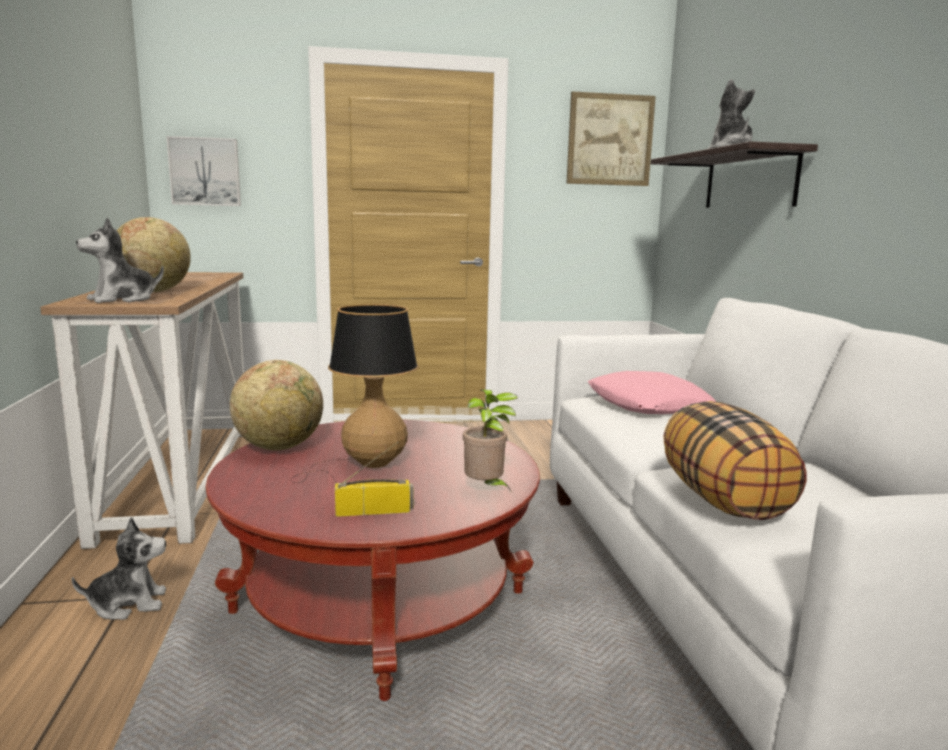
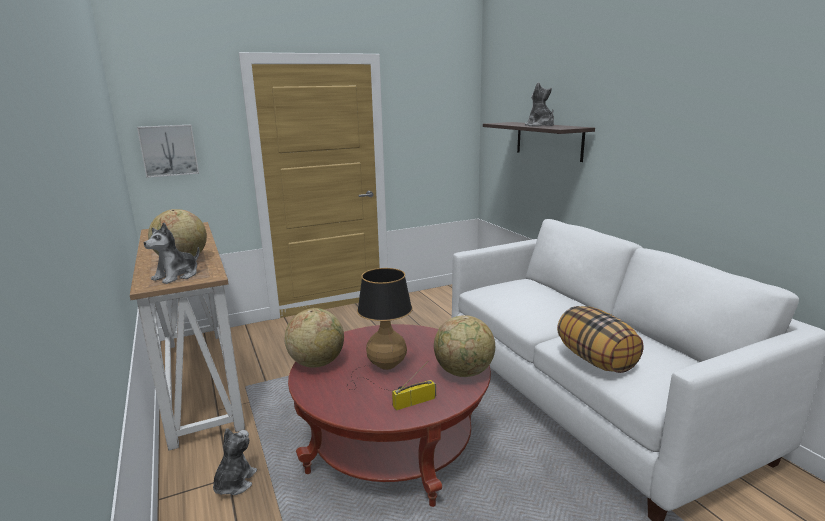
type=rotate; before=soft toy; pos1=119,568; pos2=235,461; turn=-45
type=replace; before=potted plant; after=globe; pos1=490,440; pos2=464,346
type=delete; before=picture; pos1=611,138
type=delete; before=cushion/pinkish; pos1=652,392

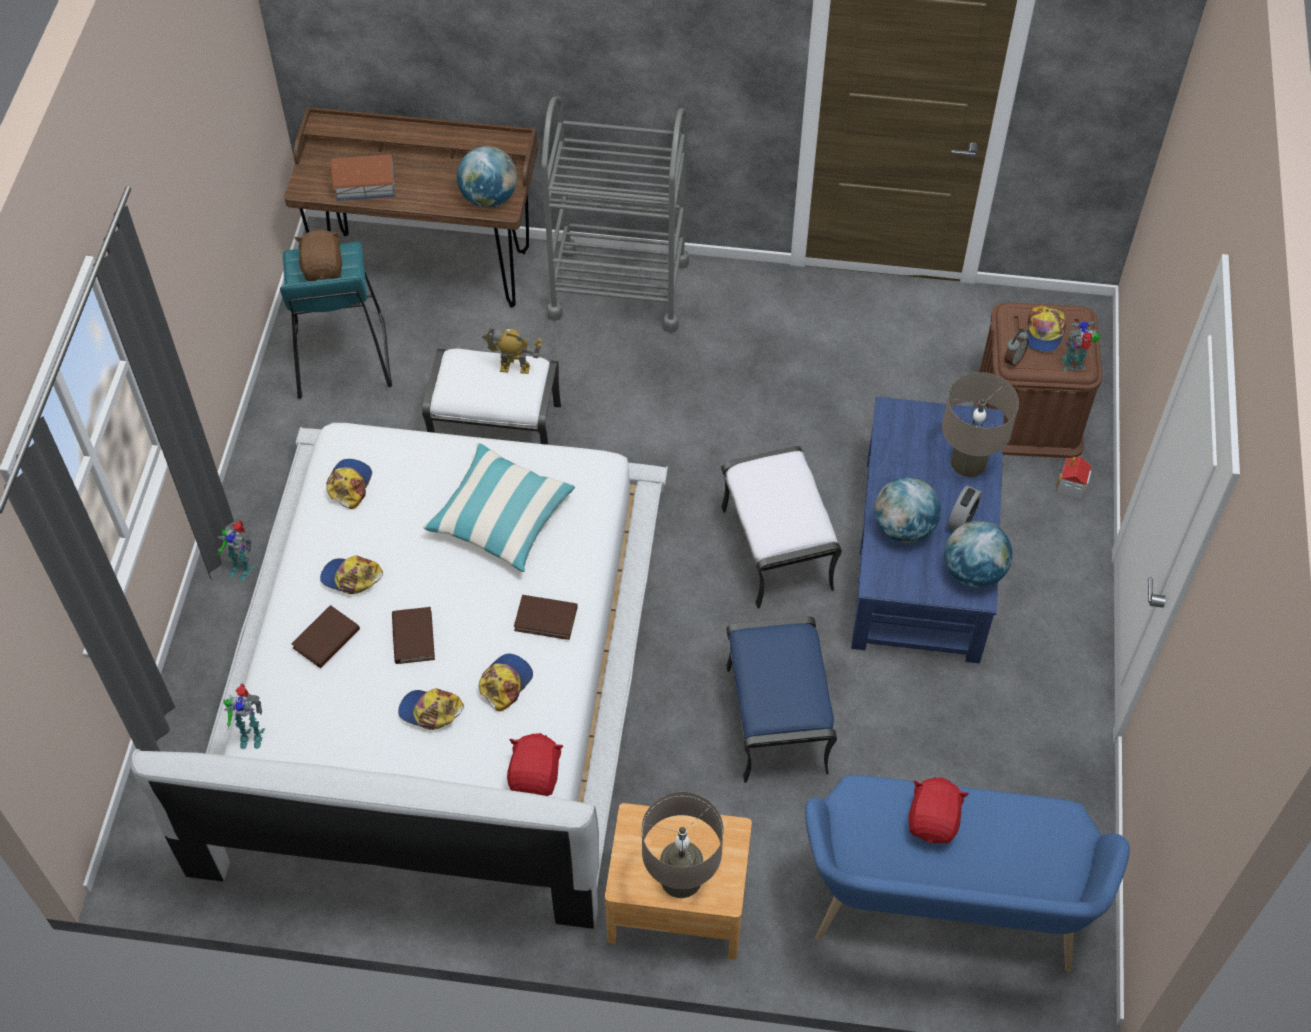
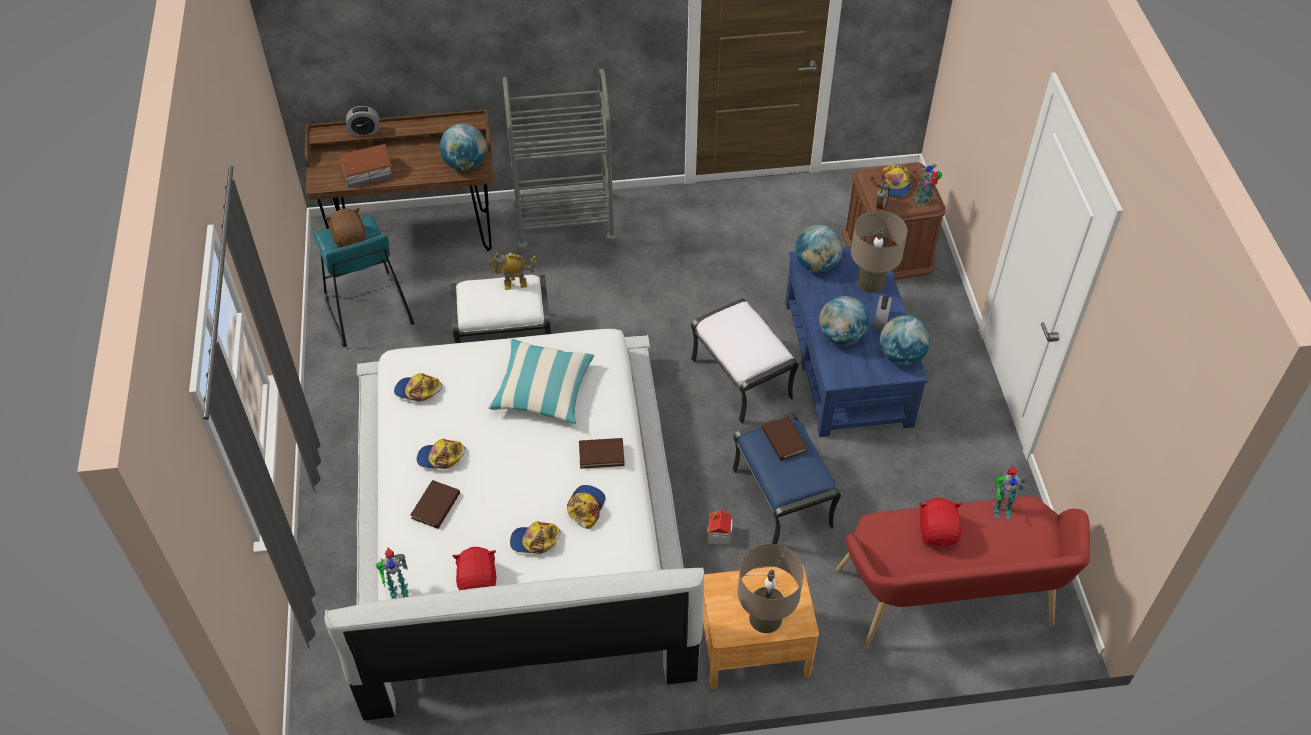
type=insert; after=alarm clock; pos2=363,121
type=rotate; before=peaked cap; pos1=349,484; pos2=418,387; turn=-75
type=move; before=soft toy/red-coloured; pos1=535,764; pos2=474,568
type=move; before=model house; pos1=1073,477; pos2=719,527
type=move; before=volume/brown; pos1=413,635; pos2=784,438
type=insert; after=globe; pos2=819,248
type=recolor; before=long seat/bluish; after=long seat/red-coloured; pos1=967,873; pos2=963,572
type=move; before=robot figure; pos1=235,551; pos2=1010,492

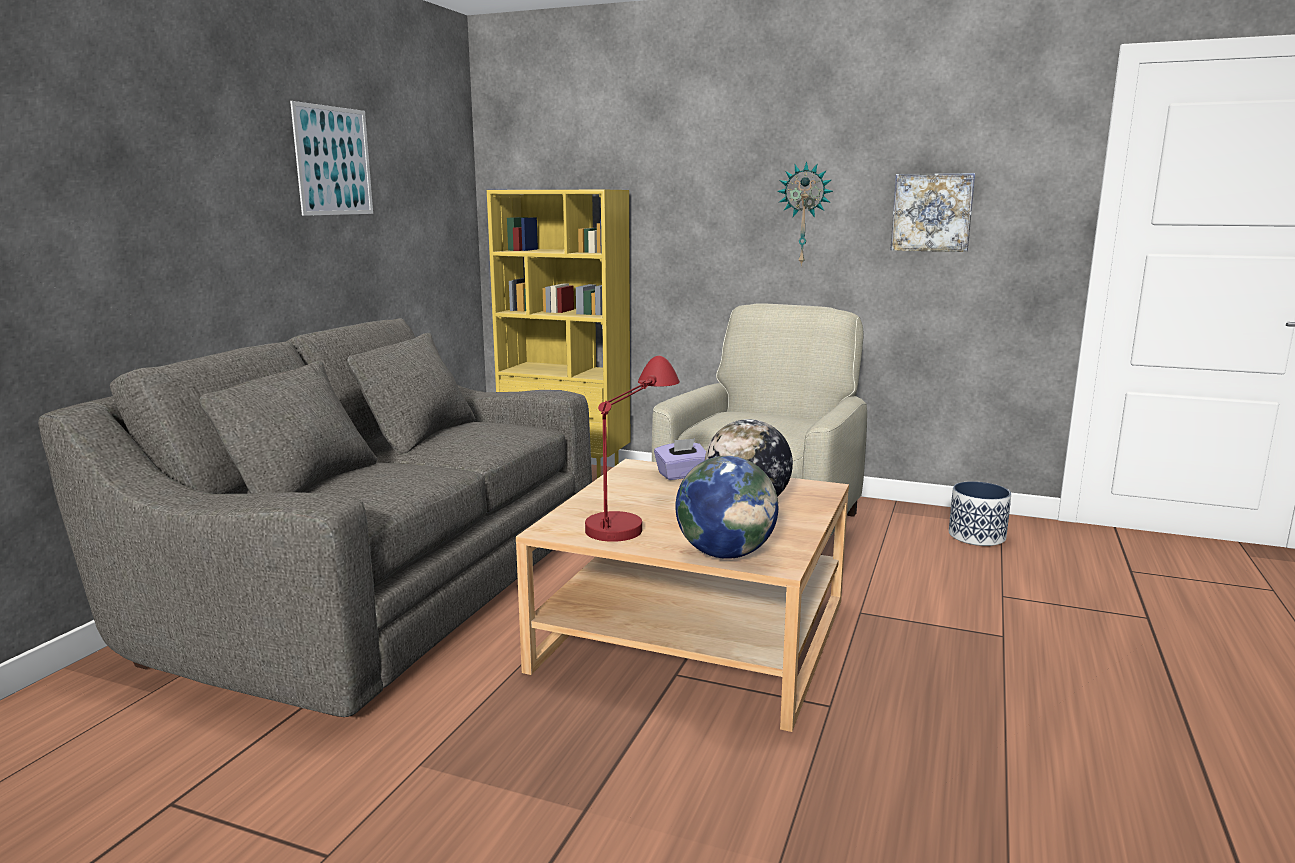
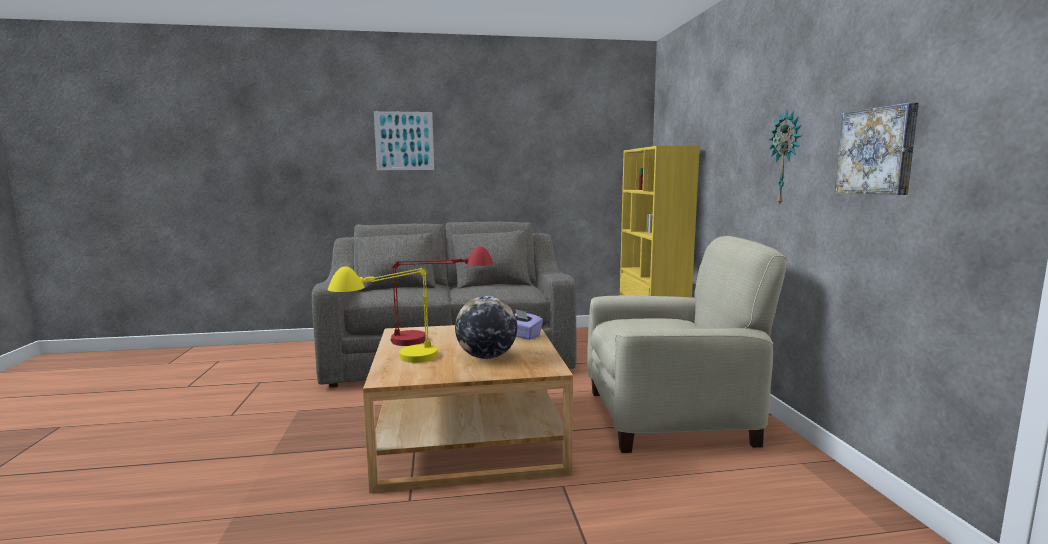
type=replace; before=globe; after=lamp for a table/yellowish; pos1=727,507; pos2=383,314
type=move; before=picture; pos1=331,158; pos2=404,140
type=delete; before=plant pot; pos1=980,513

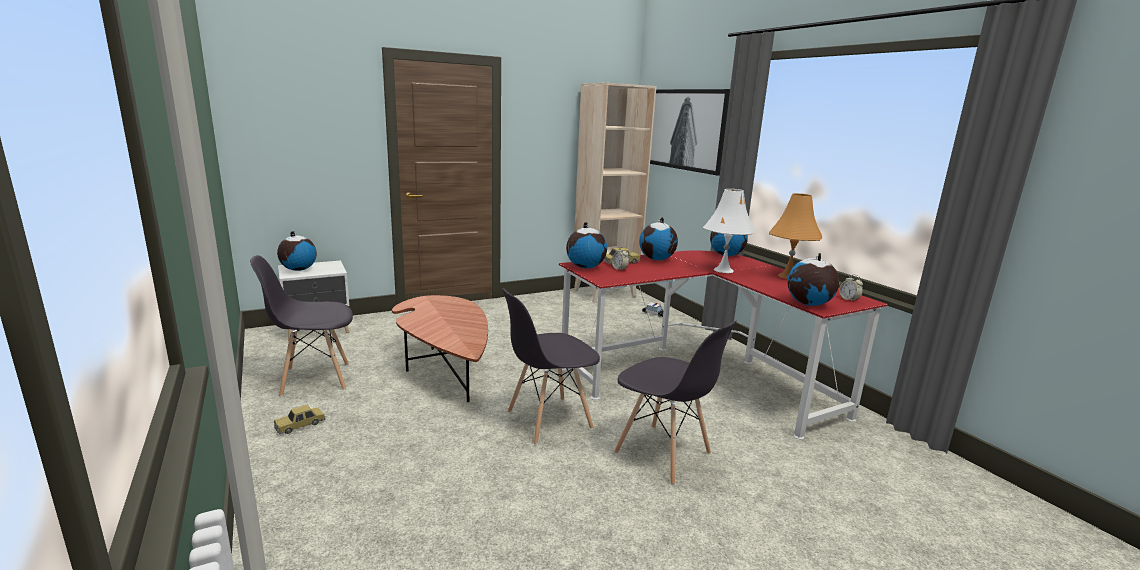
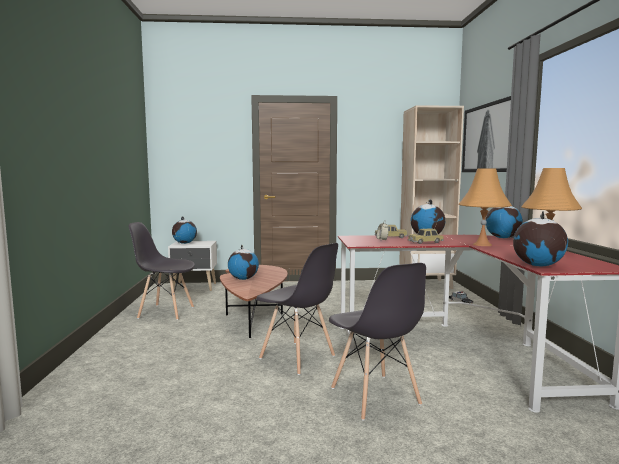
type=move; before=globe; pos1=586,245; pos2=243,262
type=rotate; before=plain chair/gray; pos1=551,366; pos2=297,309; turn=-135
type=move; before=model car; pos1=299,419; pos2=426,236
type=recolor; before=lamp for a table/white-coloured; after=lamp for a table/orange; pos1=729,231; pos2=485,207
type=delete; before=alarm clock; pos1=851,288

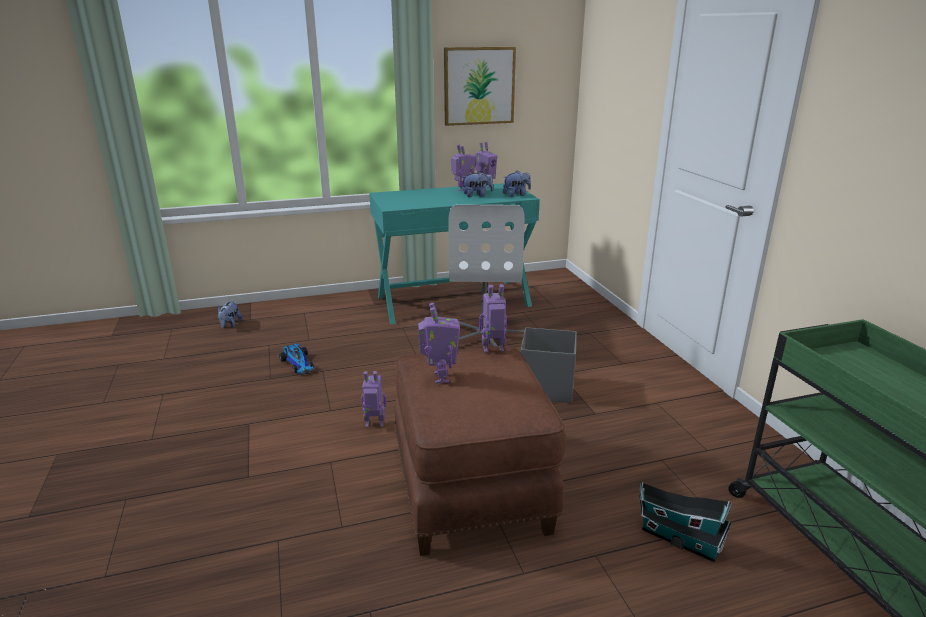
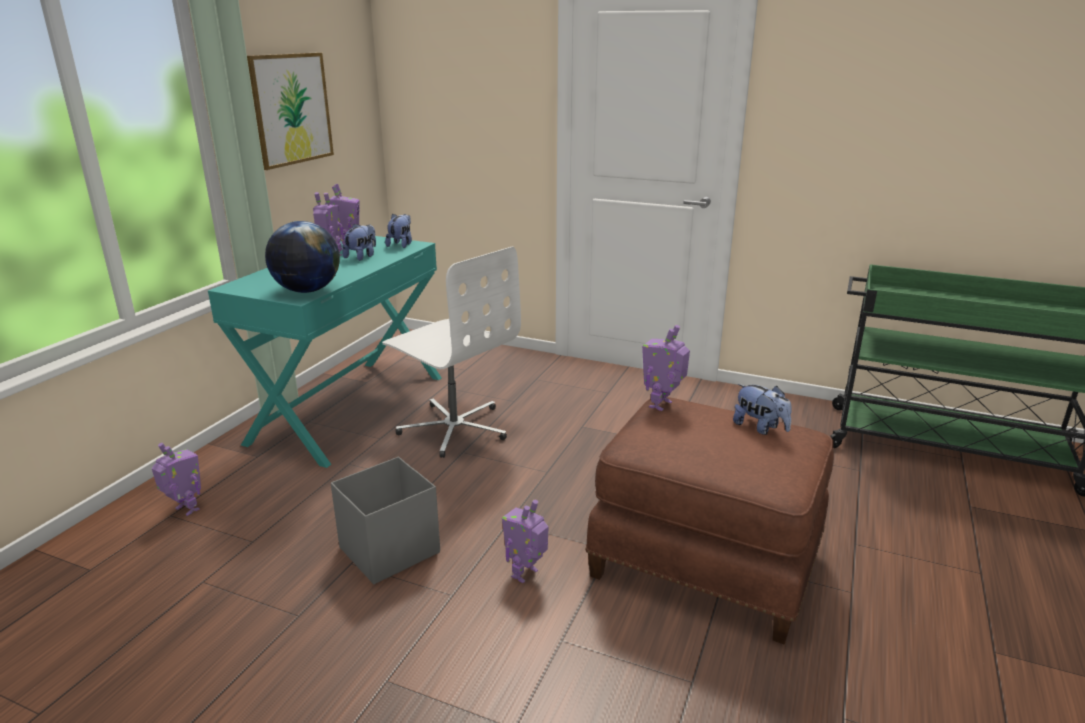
type=move; before=robot figure; pos1=439,343; pos2=176,479
type=insert; after=globe; pos2=302,257
type=move; before=storage bin/gray; pos1=549,365; pos2=385,520
type=move; before=soft toy; pos1=230,315; pos2=762,409
type=delete; before=model car; pos1=296,359
type=delete; before=model house; pos1=685,522

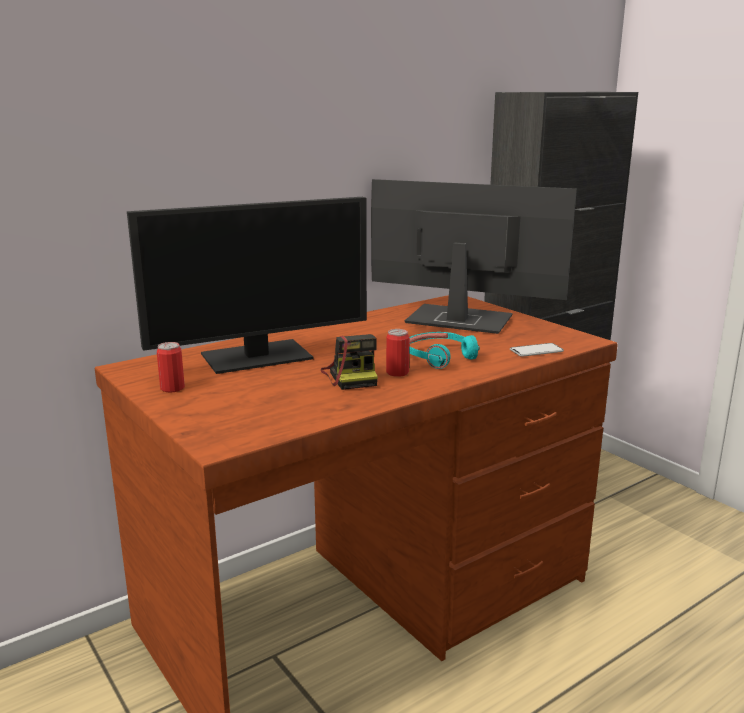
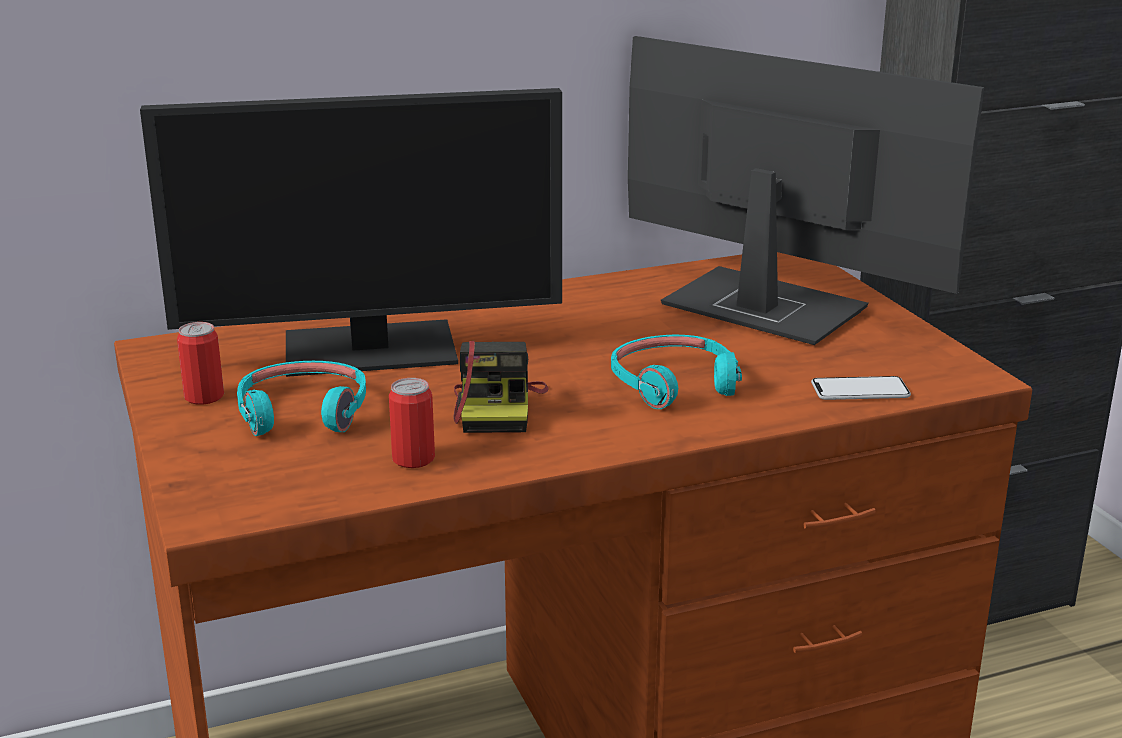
type=insert; after=pair of headphones/turquoise-coloured; pos2=301,398
type=move; before=sealed can; pos1=398,353; pos2=412,423

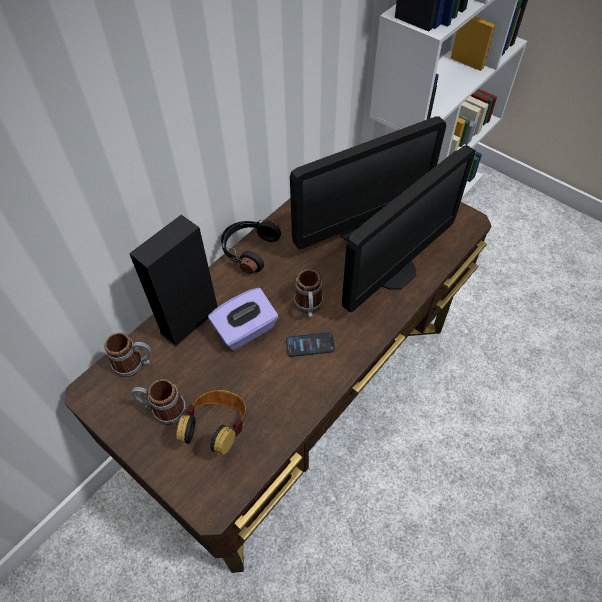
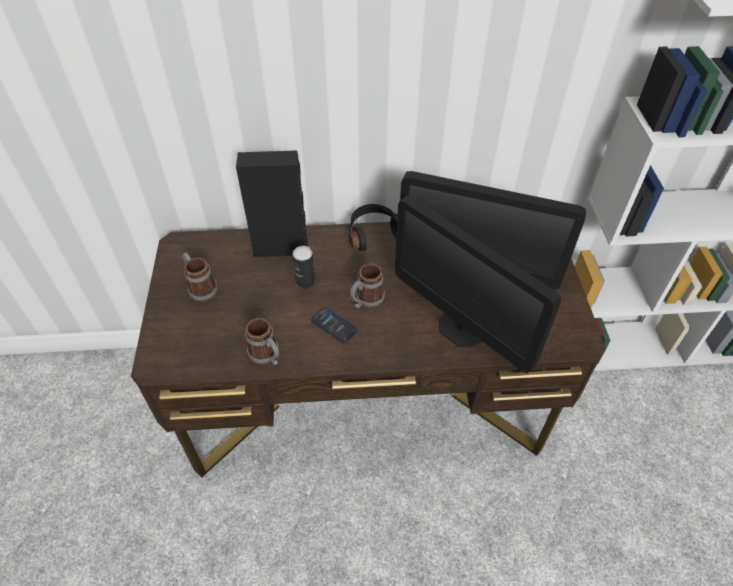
type=move; before=coffee mug; pos1=127,355; pos2=262,341
type=replace; before=box of tissues/purple; after=sealed can; pos1=243,319; pos2=304,267
type=rotate; before=computer display; pos1=408,229; pos2=478,284; turn=45
type=delete; before=pair of headphones; pos1=211,422

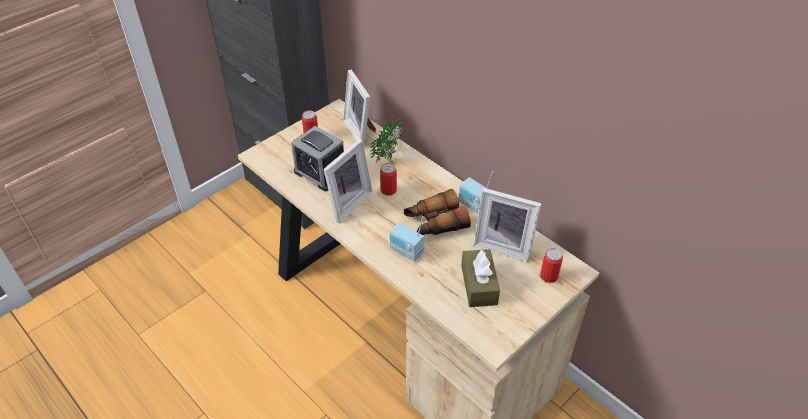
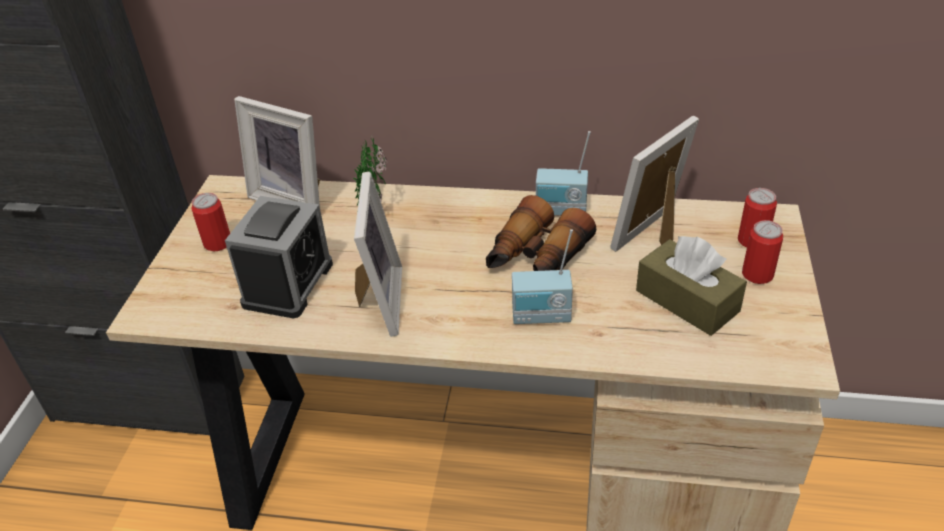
type=rotate; before=alarm clock; pos1=317,158; pos2=279,257; turn=-75
type=rotate; before=standing frame; pos1=508,225; pos2=654,184; turn=150
type=move; before=sealed can; pos1=388,179; pos2=762,252

